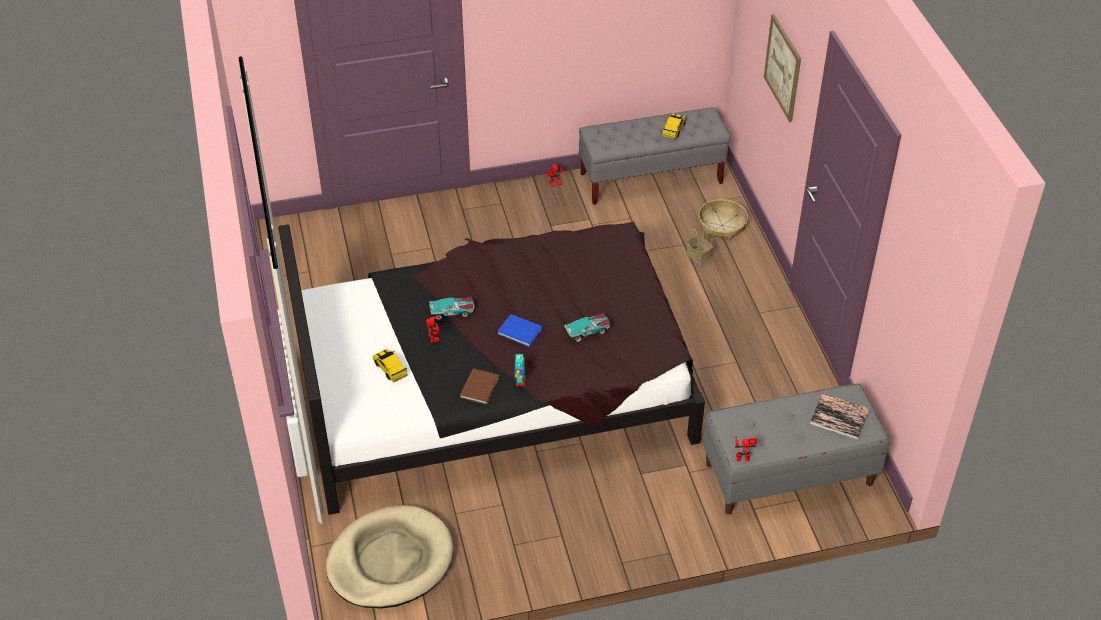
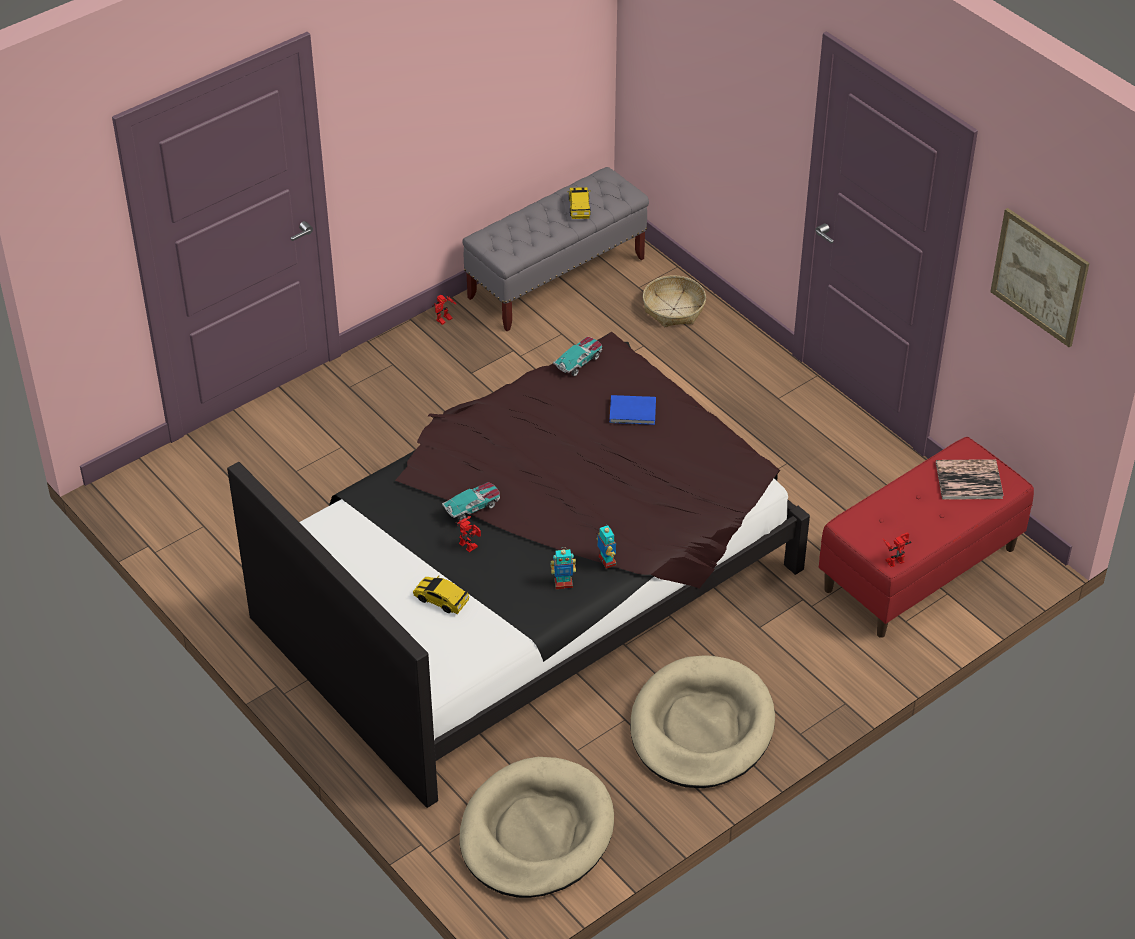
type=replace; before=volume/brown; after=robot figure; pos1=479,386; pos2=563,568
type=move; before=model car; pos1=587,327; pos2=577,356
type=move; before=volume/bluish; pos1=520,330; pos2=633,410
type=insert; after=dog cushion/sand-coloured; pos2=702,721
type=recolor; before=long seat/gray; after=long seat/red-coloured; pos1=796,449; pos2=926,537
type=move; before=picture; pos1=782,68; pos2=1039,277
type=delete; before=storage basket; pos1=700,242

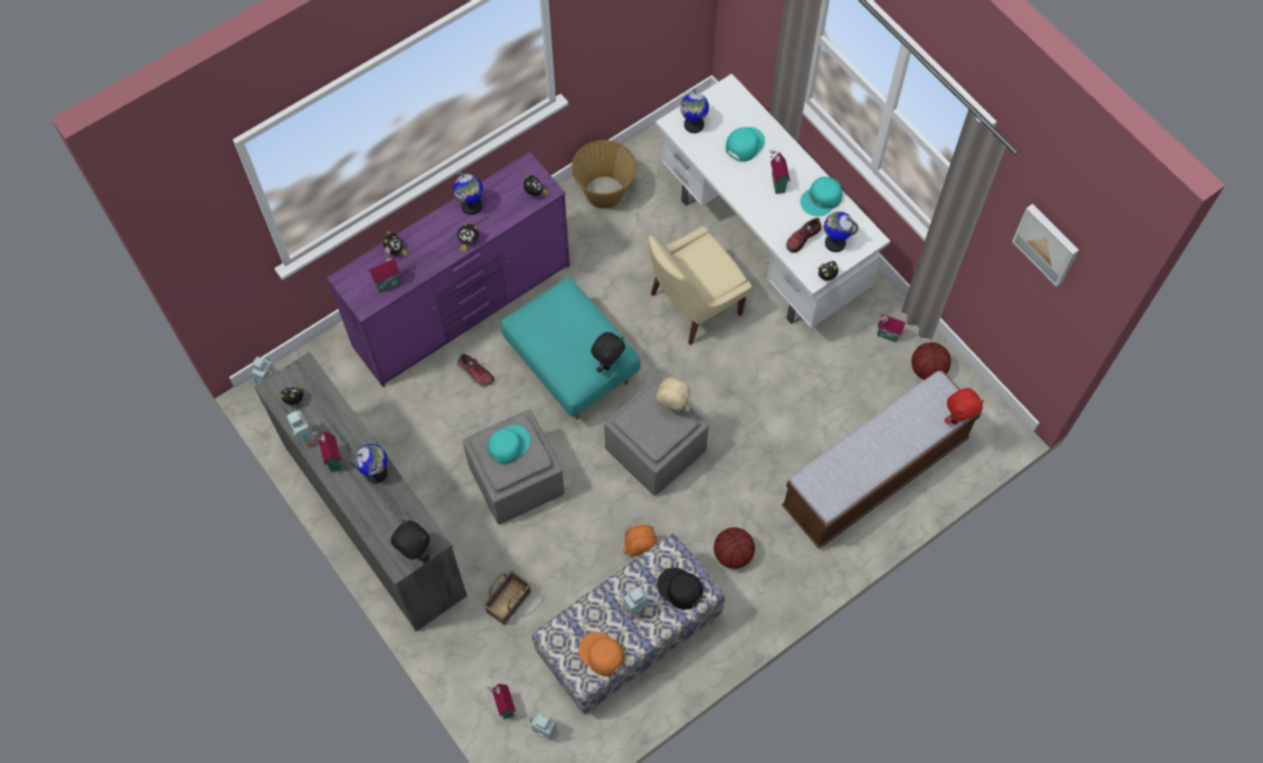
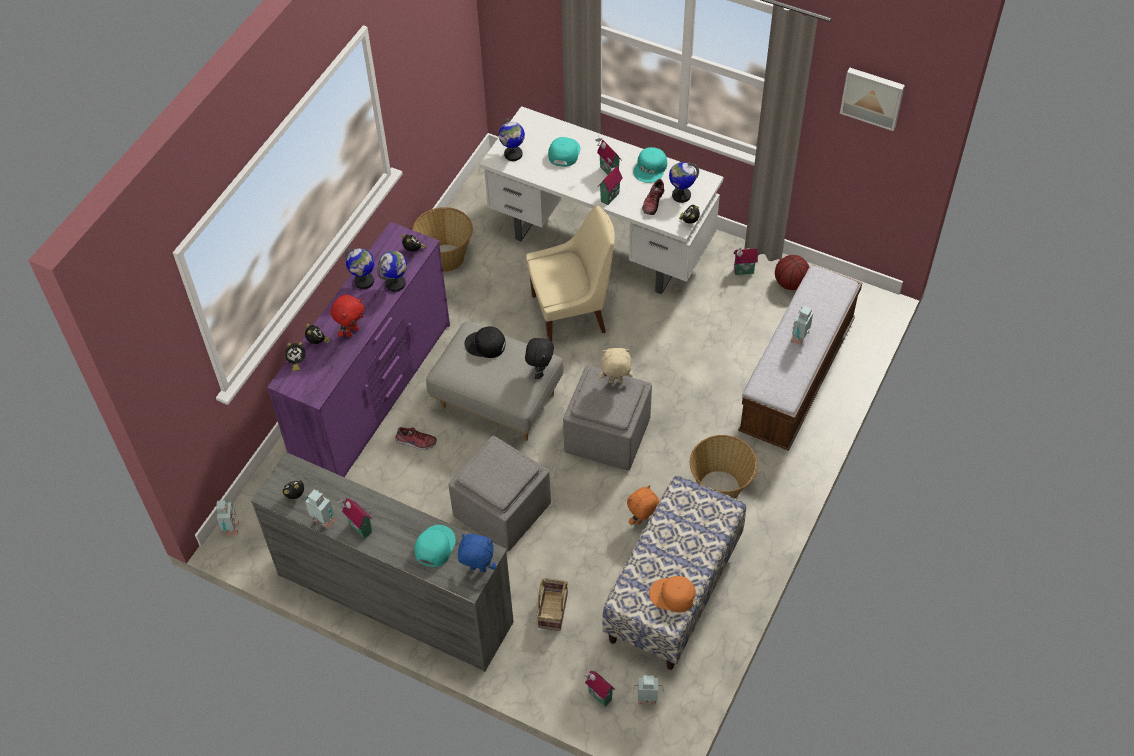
type=move; before=alarm clock; pos1=468,237; pos2=295,356
type=move; before=soft toy/red-coloured; pos1=964,406; pos2=347,316
type=move; before=globe; pos1=369,463; pos2=392,271
type=move; before=peaked cap/turquoise-coloured; pos1=509,444; pos2=435,546
type=recolor; before=footrest/turquoise-coloured; after=footrest/gray; pos1=571,348; pos2=495,381
type=recolor; before=soft toy/blackish; after=soft toy/bluish; pos1=410,540; pos2=477,553
type=move; before=peaked cap/blackish; pos1=680,589; pos2=485,342
type=rotate; before=plain chair/sand-coloured; pos1=700,285; pos2=570,273; turn=-135
type=move; before=model house; pos1=384,269; pos2=610,181
type=replace; before=ball for basketball; after=storage basket; pos1=734,548; pos2=724,467
type=move; before=robot figure; pos1=637,603; pos2=802,325

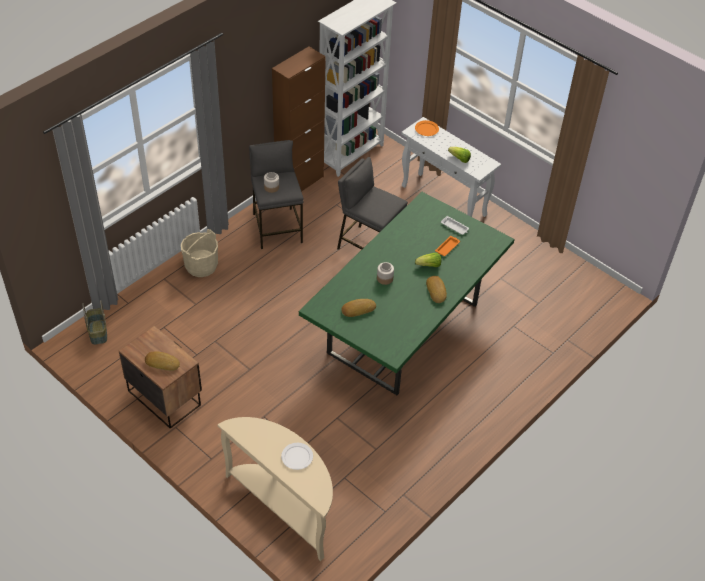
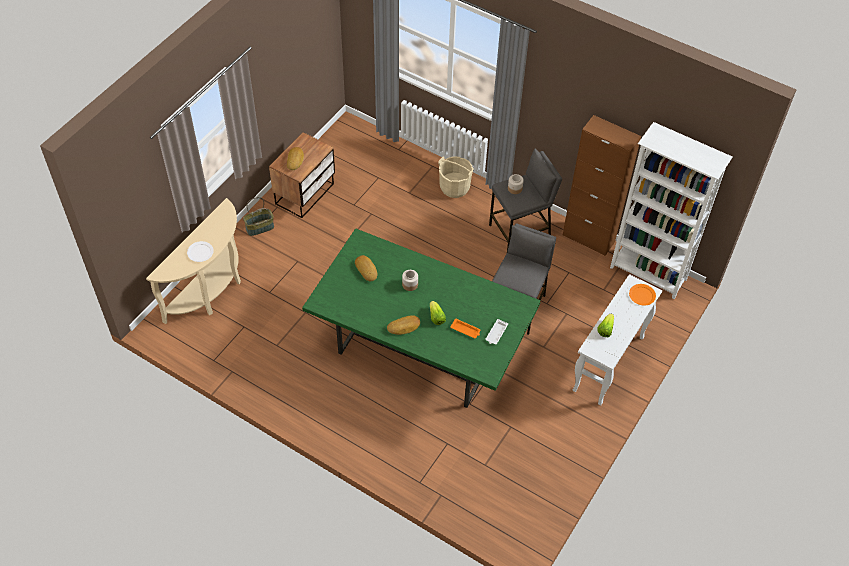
type=move; before=storage basket; pos1=94,322; pos2=258,216

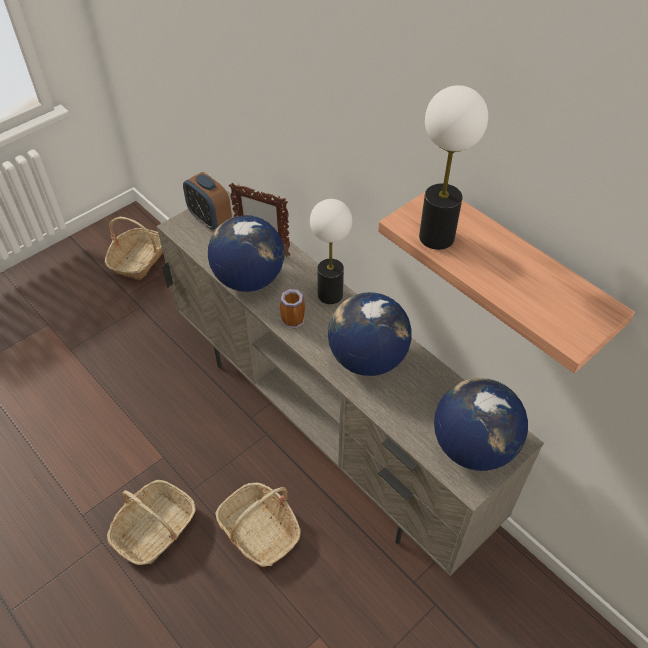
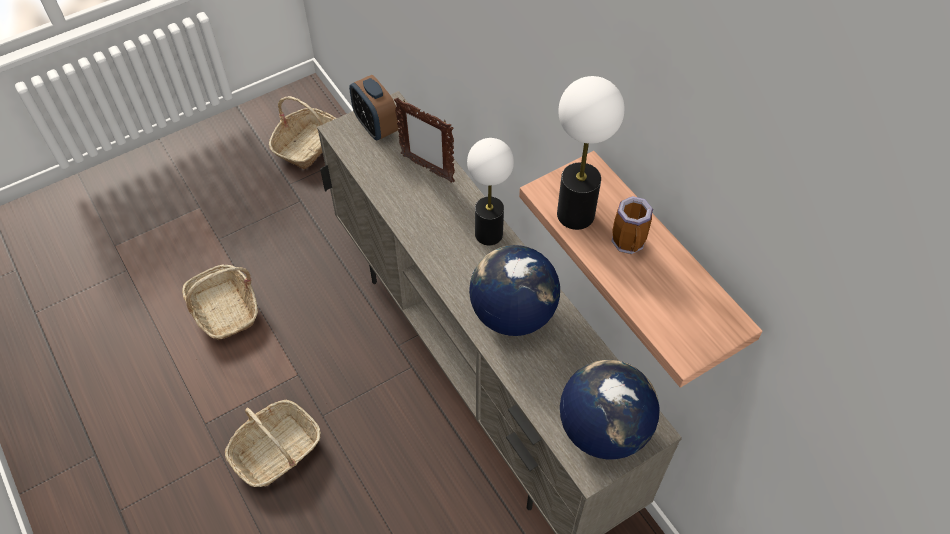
type=move; before=storage basket; pos1=258,525; pos2=220,302
type=move; before=coffee mug; pos1=292,309; pos2=632,225
type=delete; before=globe; pos1=246,253

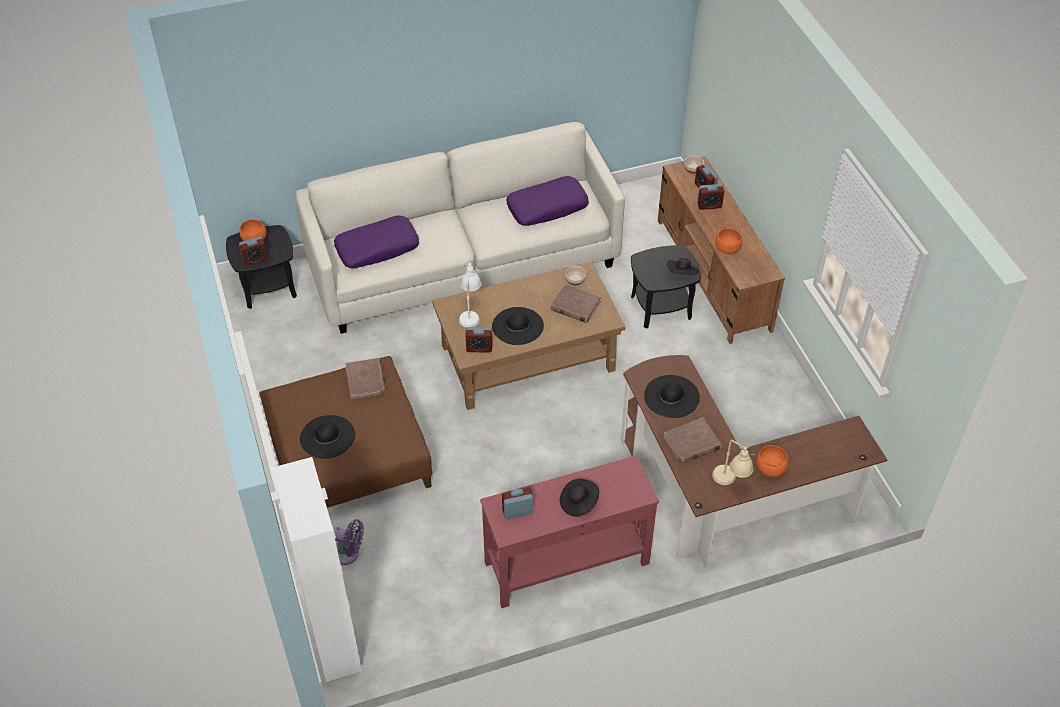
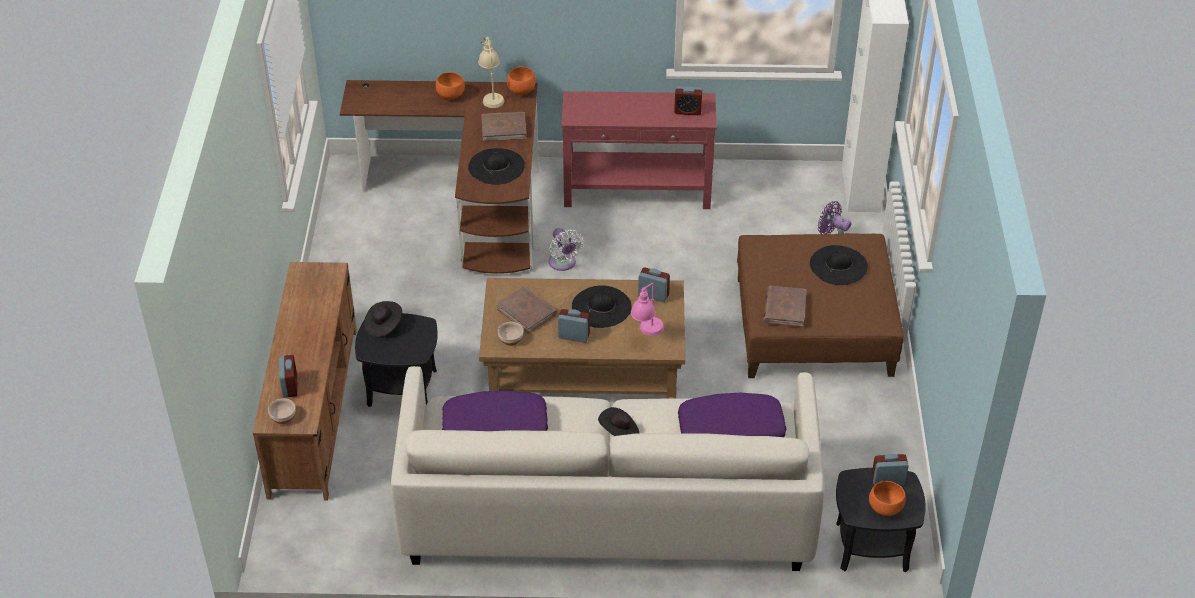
type=move; before=deep dish/orange; pos1=728,241; pos2=521,81
type=insert; after=electric fan/white-coloured; pos2=566,249
type=move; before=alarm clock; pos1=710,197; pos2=574,326
type=move; before=wearable hat/blackish; pos1=579,498; pos2=618,421
type=recolor; before=lamp for a table/white-coloured; after=lamp for a table/pinkish; pos1=470,295; pos2=647,309

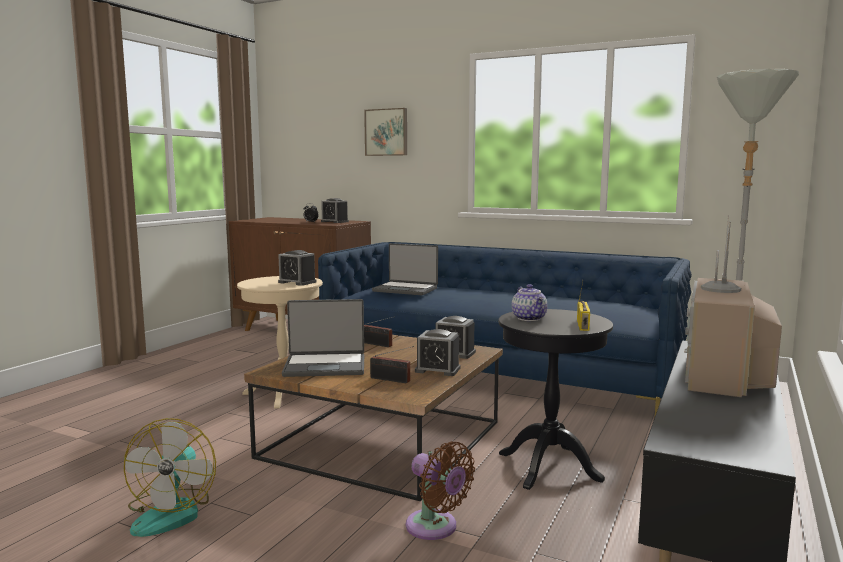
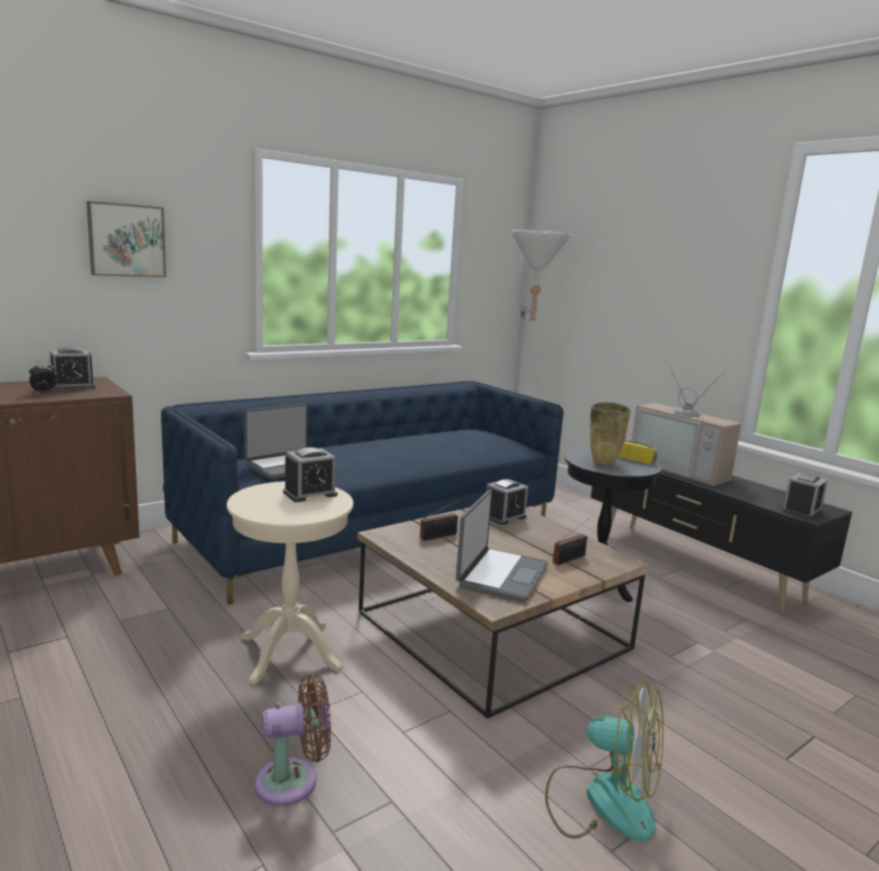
type=move; before=electric fan/brown; pos1=440,490; pos2=293,740
type=replace; before=pot for tea; after=vase/sand-coloured; pos1=529,302; pos2=610,434
type=move; before=alarm clock; pos1=438,352; pos2=805,496

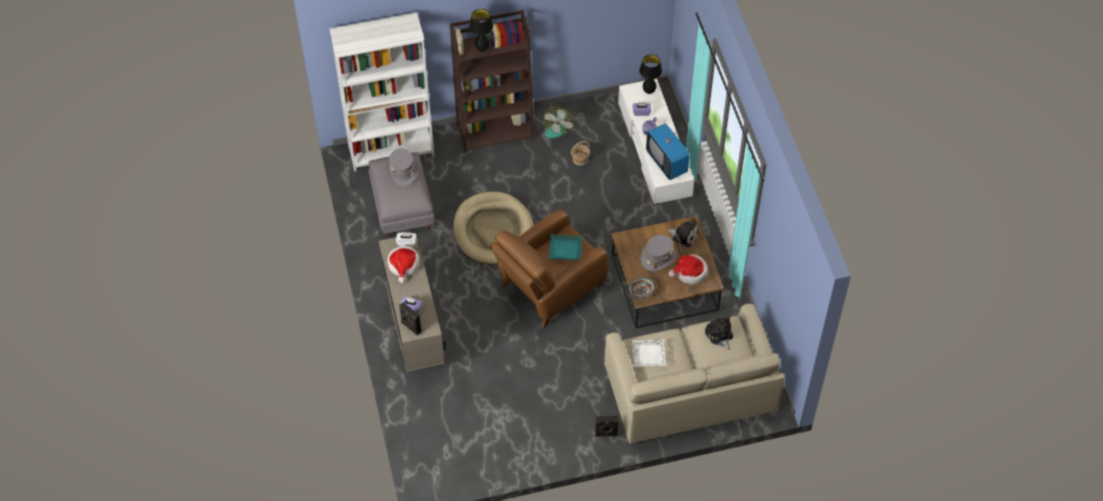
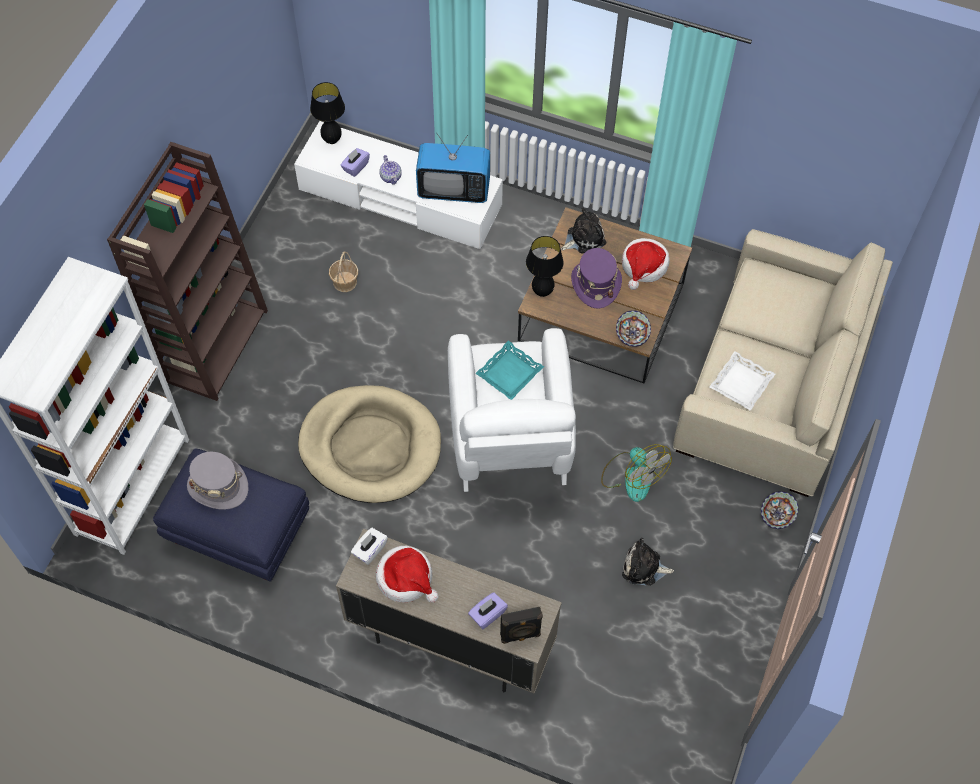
type=recolor; before=footrest/gray; after=footrest/bluish; pos1=401,194; pos2=231,515
type=recolor; before=lounge chair/brown; after=lounge chair/white-coloured; pos1=549,268; pos2=512,410
type=move; before=lamp for a table/blackish; pos1=481,30; pos2=545,266
type=recolor; before=wearable hat/gray; after=wearable hat/purple; pos1=659,253; pos2=596,278
type=move; before=electric fan; pos1=558,122; pos2=636,473
type=move; before=soft toy; pos1=719,333; pos2=648,562
type=replace; before=loudspeaker/blackish; after=deep dish; pos1=607,426; pos2=779,510

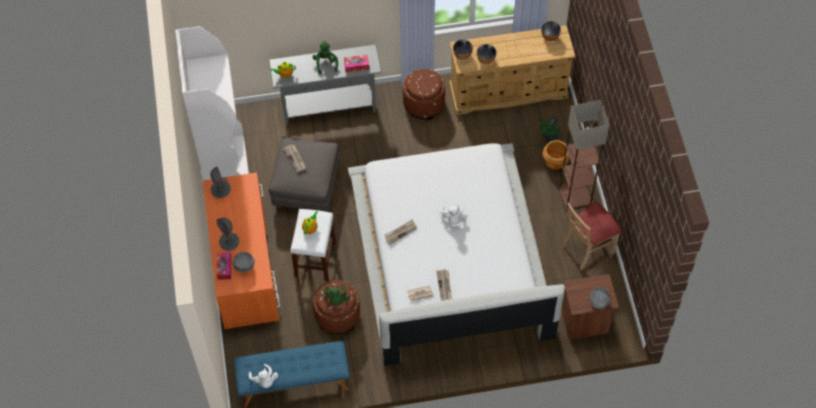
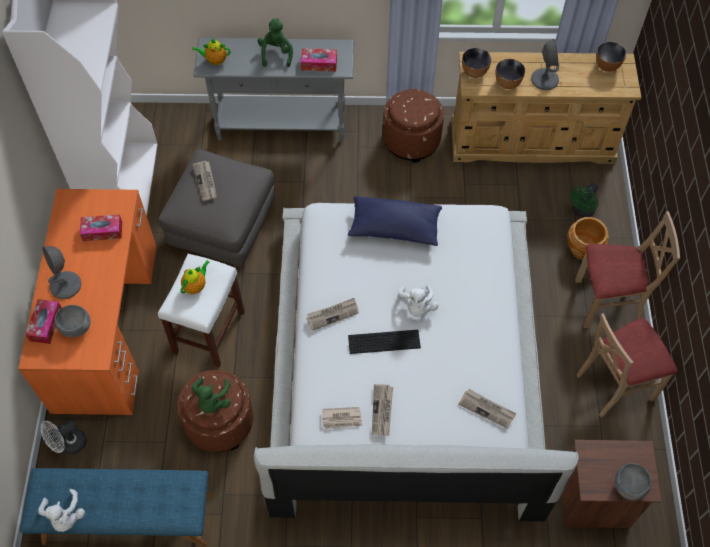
type=insert; after=electric fan/white-coloured; pos2=64,437
type=insert; after=box of tissues; pos2=101,227
type=insert; after=cushion/bluish; pos2=395,221
type=insert; after=keyboard; pos2=384,342
type=insert; after=daily paper; pos2=487,408
type=move; before=lamp for a table/gray; pos1=220,182; pos2=545,64
type=replace; before=floor lamp; after=plain chair/sand-coloured; pos1=584,155; pos2=627,269

